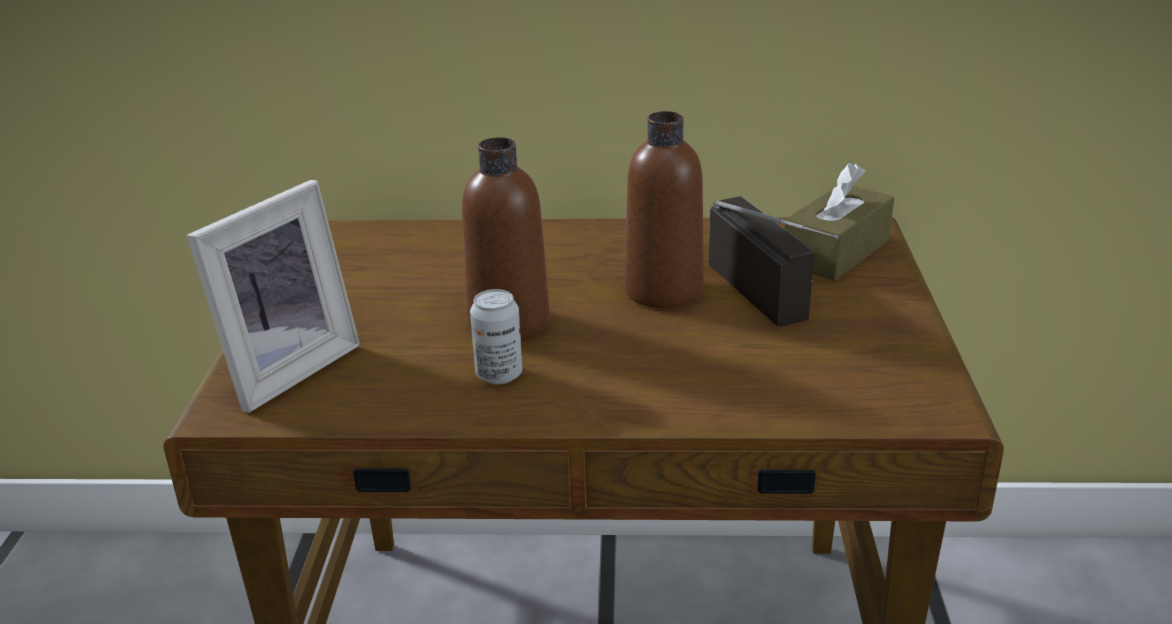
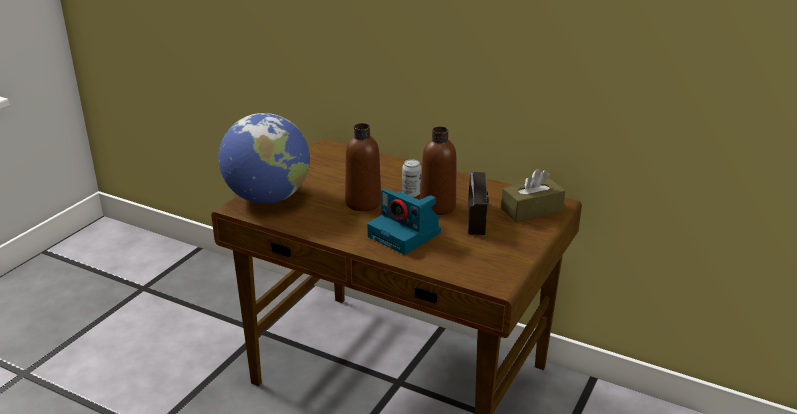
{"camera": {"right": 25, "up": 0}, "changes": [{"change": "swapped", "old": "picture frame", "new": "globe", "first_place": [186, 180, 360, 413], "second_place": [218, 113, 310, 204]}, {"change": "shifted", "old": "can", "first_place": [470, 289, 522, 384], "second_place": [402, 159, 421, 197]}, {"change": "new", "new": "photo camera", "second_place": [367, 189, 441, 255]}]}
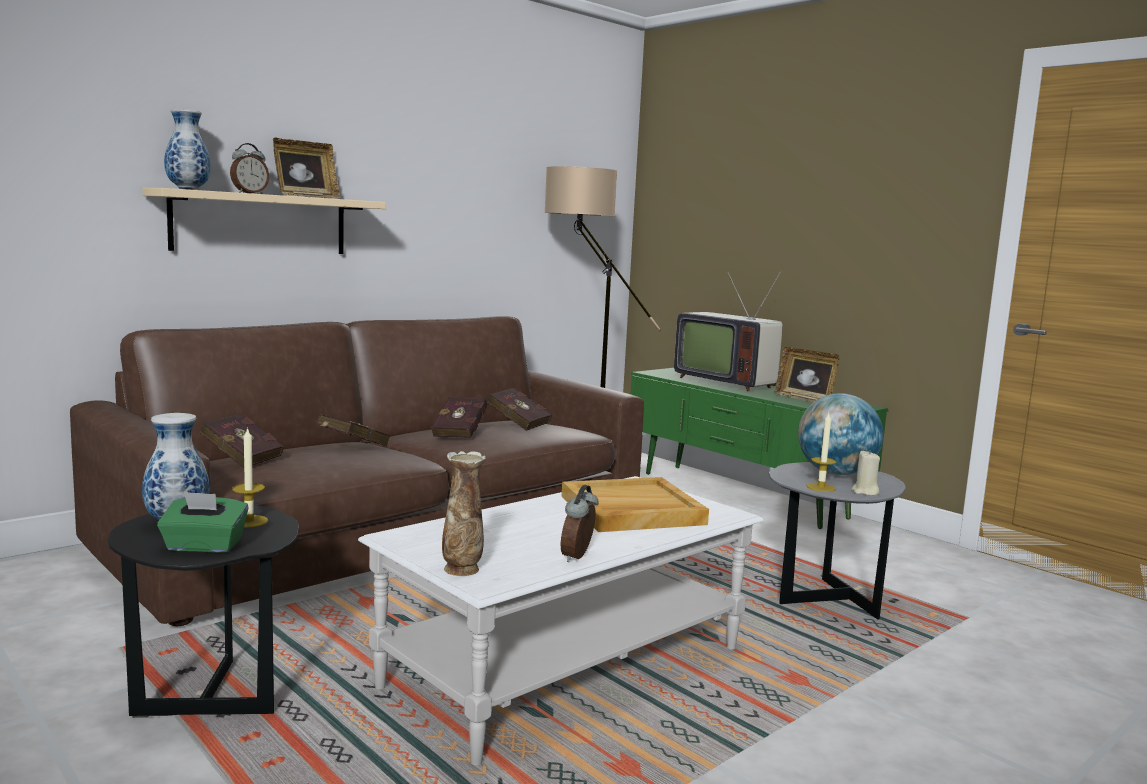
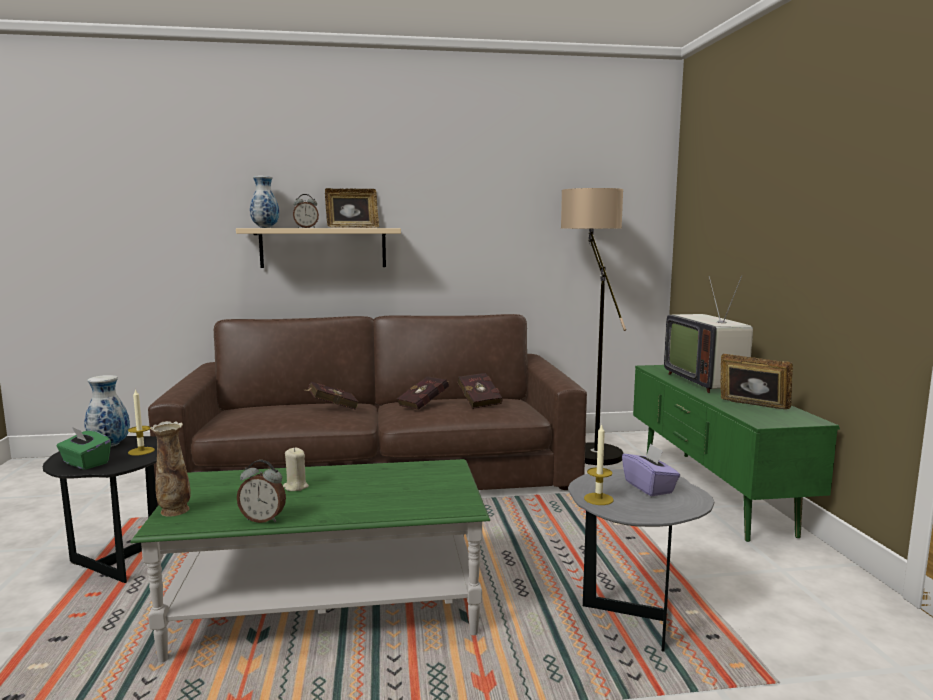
{"camera": {"right": 35, "up": 0}, "changes": [{"change": "gone", "old": "book (red)", "first_place": [200, 413, 283, 468]}, {"change": "repainted", "old": "coffee table (white)", "new": "coffee table (green)", "first_place": [358, 476, 764, 766], "second_place": [130, 459, 490, 662]}, {"change": "rotated", "old": "alarm clock", "first_place": [560, 485, 599, 562], "second_place": [237, 460, 286, 523], "degrees": -135}, {"change": "gone", "old": "tray (beige)", "first_place": [562, 477, 709, 532]}, {"change": "rotated", "old": "picture frame", "first_place": [775, 347, 839, 403], "second_place": [721, 354, 793, 409], "degrees": 135}, {"change": "swapped", "old": "globe", "new": "tissue box (purple)", "first_place": [798, 393, 883, 475], "second_place": [622, 444, 680, 496]}, {"change": "shifted", "old": "candle (beige)", "first_place": [851, 450, 880, 496], "second_place": [283, 448, 309, 491]}]}
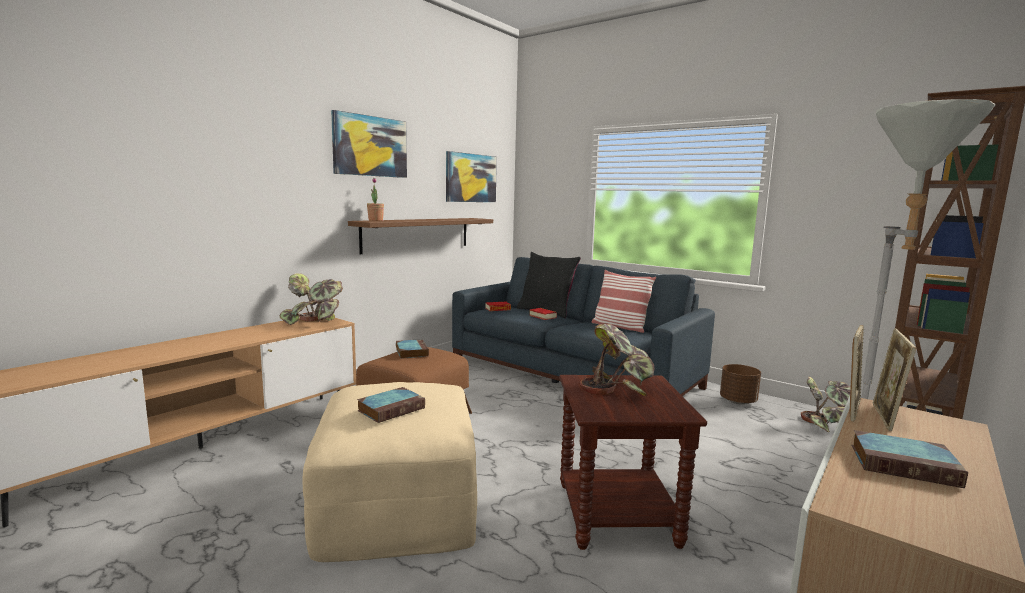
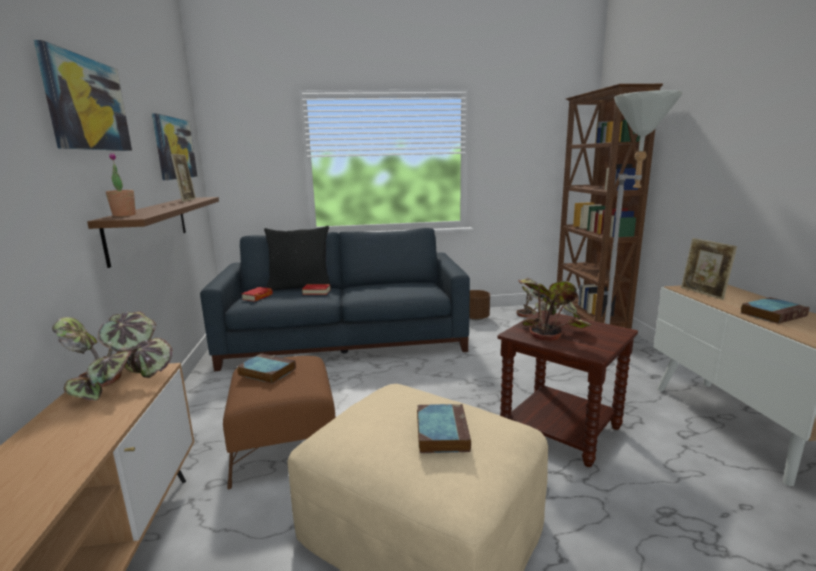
{"camera": {"right": -45, "up": 5}, "changes": [{"change": "gone", "old": "pillow", "first_place": [591, 270, 656, 333]}, {"change": "shifted", "old": "picture frame", "first_place": [850, 325, 865, 422], "second_place": [171, 154, 196, 202]}]}
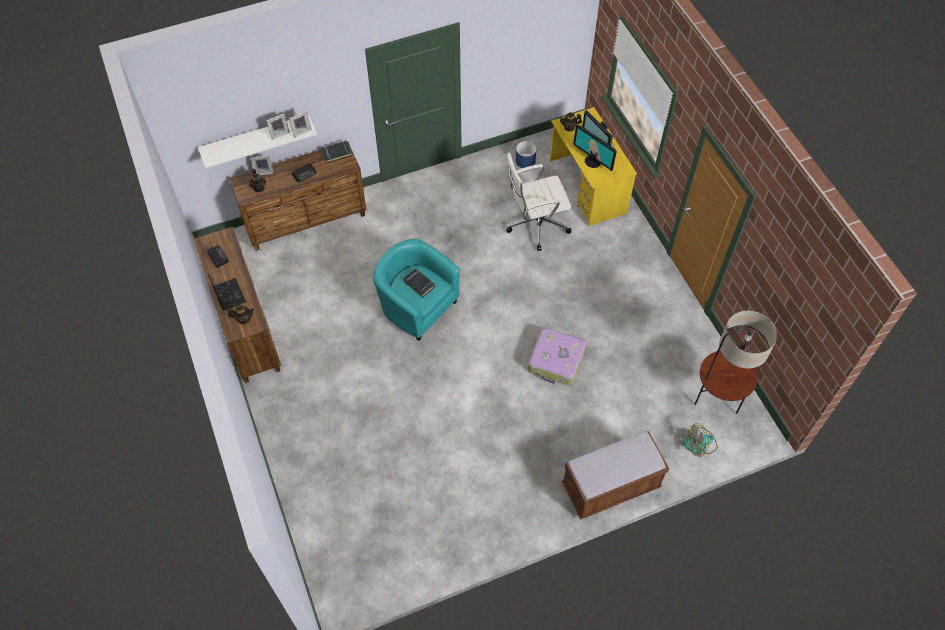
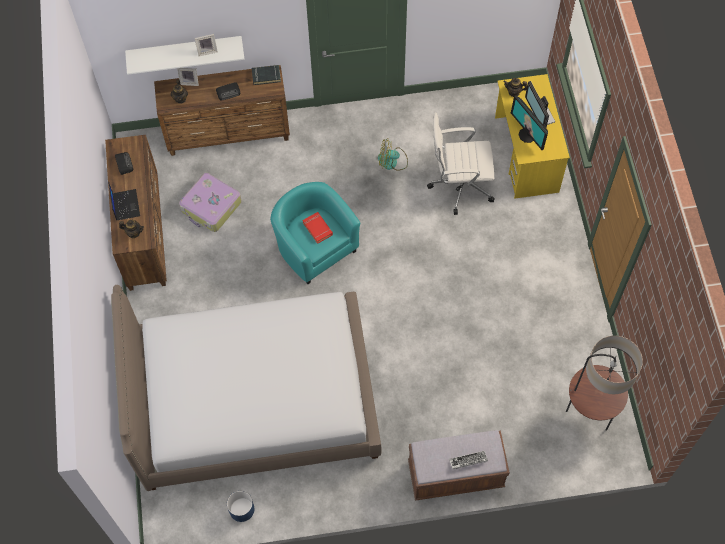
{"camera": {"right": 15, "up": 5}, "changes": [{"change": "gone", "old": "picture frame", "first_place": [289, 111, 312, 138]}, {"change": "repainted", "old": "book (black)", "new": "book (red)", "first_place": [403, 268, 435, 297], "second_place": [302, 212, 333, 244]}, {"change": "shifted", "old": "planter (blue)", "first_place": [515, 141, 537, 168], "second_place": [227, 491, 254, 522]}, {"change": "shifted", "old": "suitcase", "first_place": [528, 328, 586, 385], "second_place": [179, 173, 242, 232]}, {"change": "shifted", "old": "fan", "first_place": [683, 423, 717, 457], "second_place": [378, 138, 408, 171]}, {"change": "new", "new": "bed", "second_place": [111, 285, 381, 491]}, {"change": "new", "new": "keyboard", "second_place": [449, 451, 488, 469]}]}
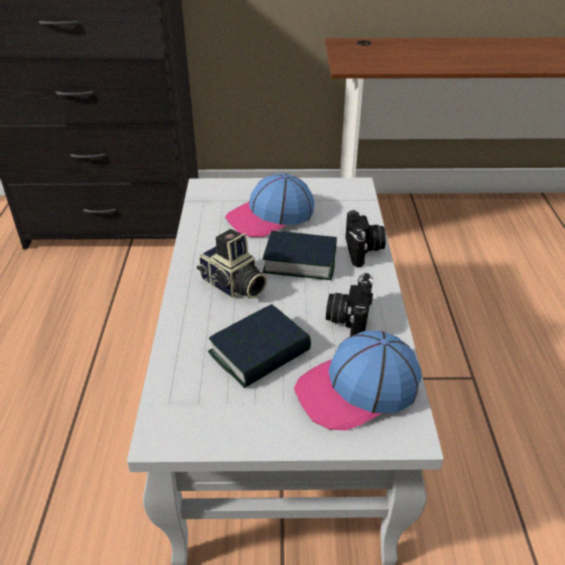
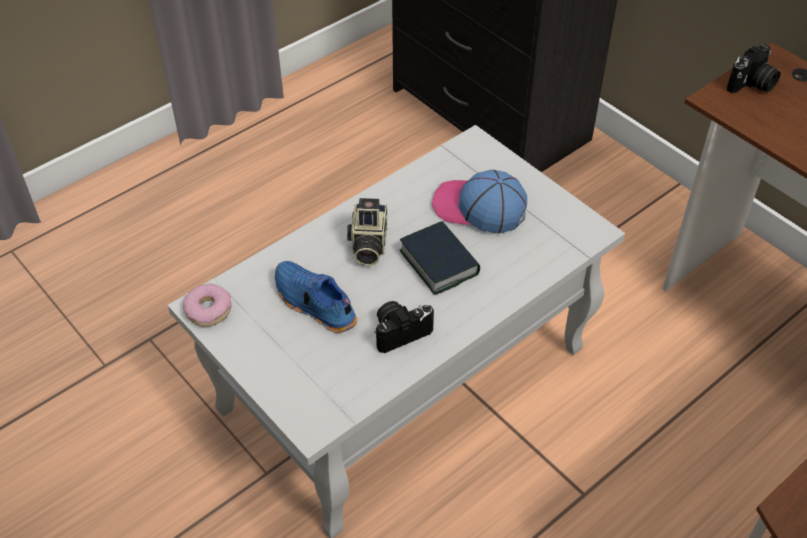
{"camera": {"right": 50, "up": 10}, "changes": [{"change": "swapped", "old": "book", "new": "shoe (blue)", "first_place": [208, 304, 311, 388], "second_place": [275, 261, 357, 333]}, {"change": "gone", "old": "cap", "first_place": [294, 331, 422, 431]}, {"change": "shifted", "old": "photo camera", "first_place": [345, 210, 386, 267], "second_place": [727, 44, 780, 93]}, {"change": "new", "new": "donut", "second_place": [183, 284, 231, 327]}]}
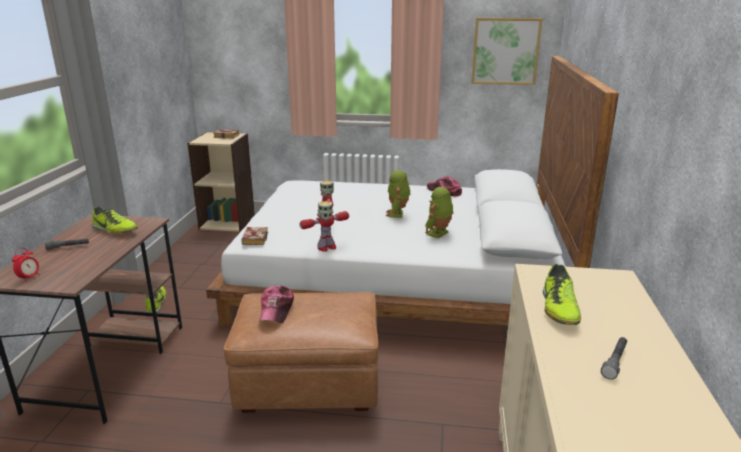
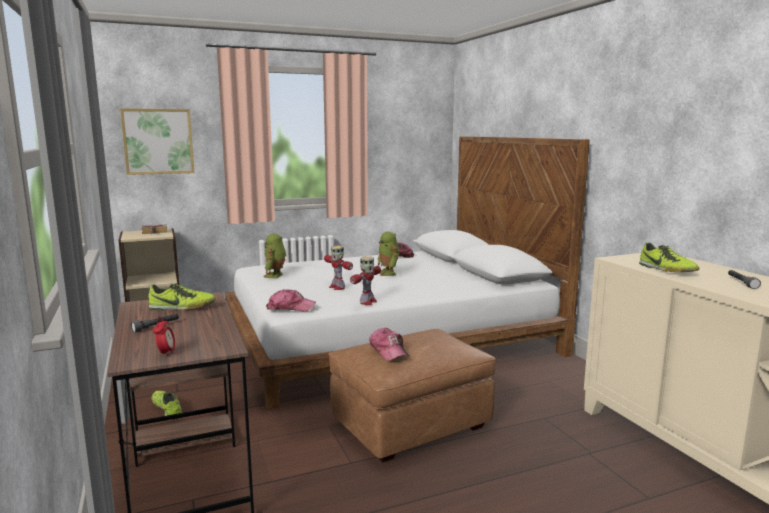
{"camera": {"right": -30, "up": -10}, "changes": [{"change": "swapped", "old": "book", "new": "cap", "first_place": [241, 227, 268, 245], "second_place": [266, 289, 316, 311]}, {"change": "shifted", "old": "toy robot", "first_place": [425, 187, 453, 238], "second_place": [263, 234, 286, 278]}, {"change": "shifted", "old": "picture", "first_place": [471, 18, 543, 85], "second_place": [120, 108, 194, 175]}]}
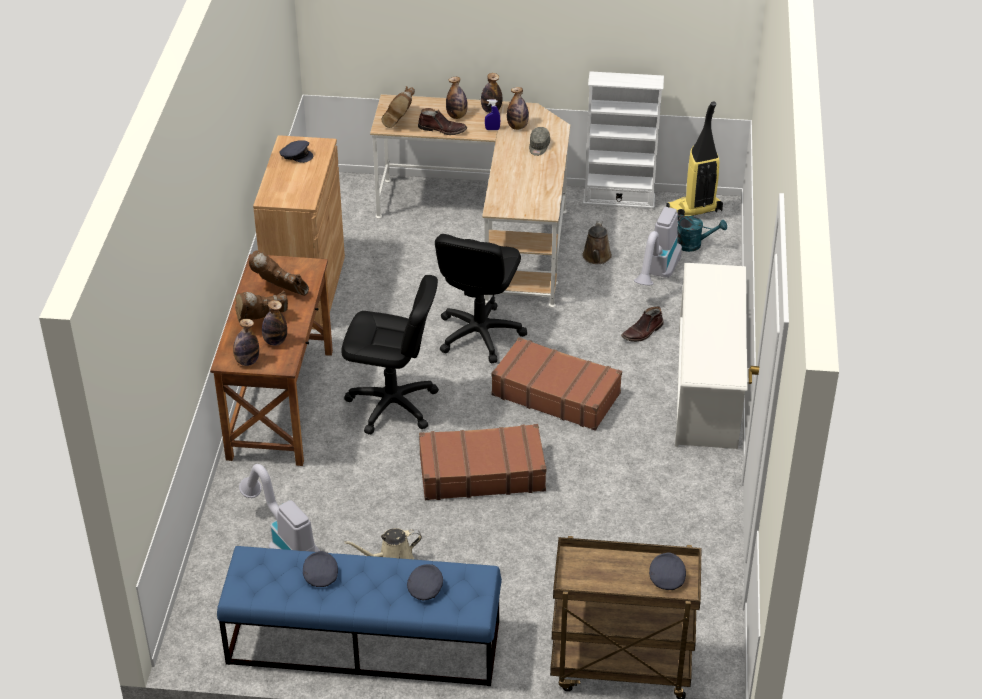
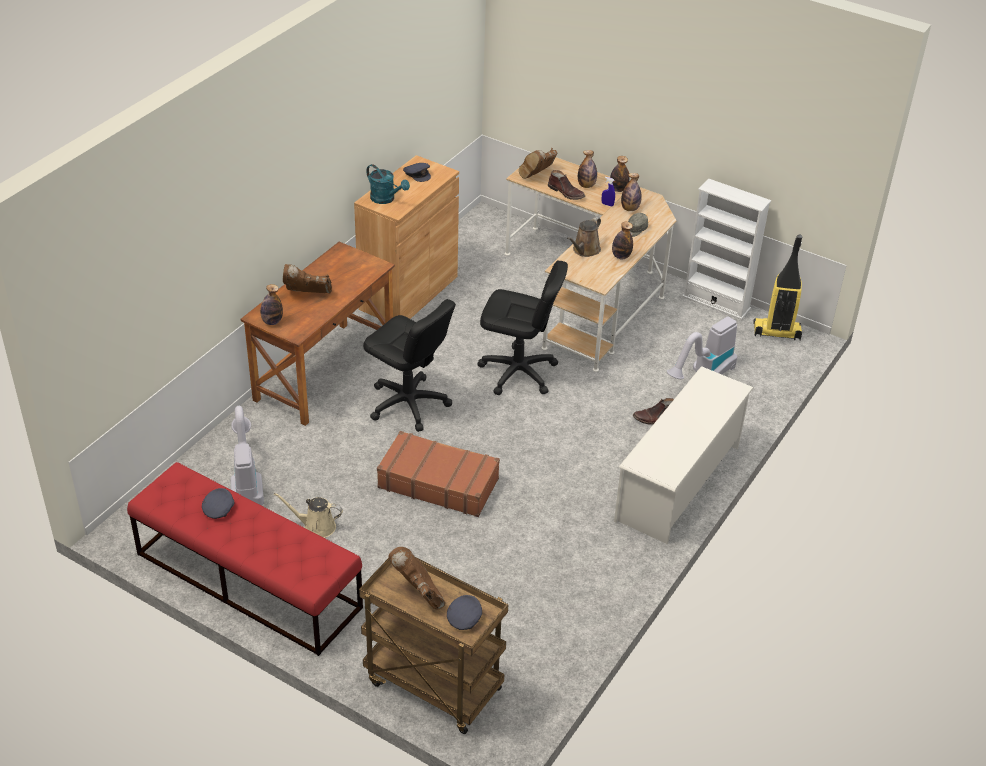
{"camera": {"right": 25, "up": 0}, "changes": [{"change": "repainted", "old": "bench (blue)", "new": "bench (red)", "first_place": [217, 546, 502, 686], "second_place": [127, 462, 363, 656]}, {"change": "shifted", "old": "boot (brown)", "first_place": [249, 251, 309, 296], "second_place": [388, 547, 445, 610]}, {"change": "shifted", "old": "bottle", "first_place": [262, 300, 287, 346], "second_place": [612, 222, 633, 260]}, {"change": "gone", "old": "cap (grey)", "first_place": [407, 564, 443, 600]}, {"change": "rotated", "old": "office chair (black)", "first_place": [435, 234, 527, 364], "second_place": [477, 261, 568, 395], "degrees": -120}, {"change": "gone", "old": "suitcase (brown)", "first_place": [491, 337, 622, 431]}, {"change": "shifted", "old": "watering can (brown)", "first_place": [582, 220, 612, 264], "second_place": [567, 217, 601, 257]}, {"change": "shifted", "old": "watering can (turquoise)", "first_place": [677, 214, 727, 252], "second_place": [366, 164, 410, 204]}]}
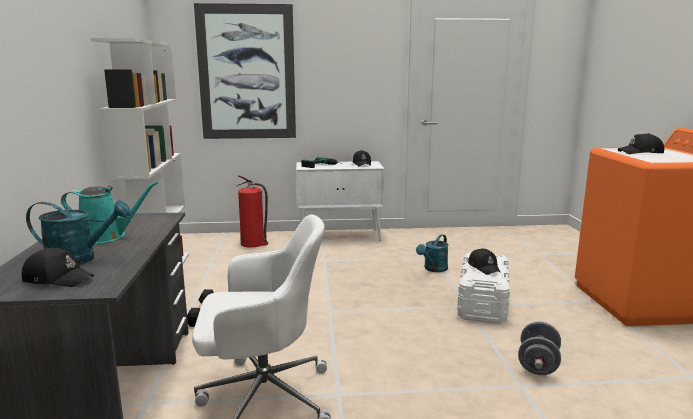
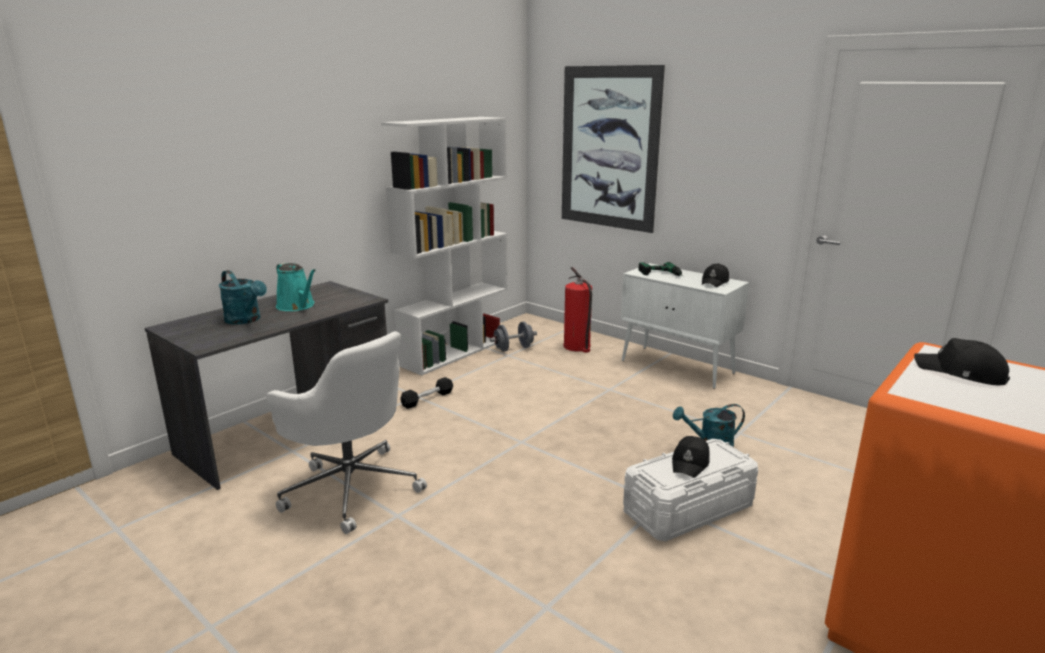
{"camera": {"right": 45, "up": 5}, "changes": [{"change": "gone", "old": "cap (black)", "first_place": [22, 248, 94, 287]}, {"change": "shifted", "old": "dumbbell (grey)", "first_place": [518, 321, 561, 375], "second_place": [490, 322, 537, 352]}]}
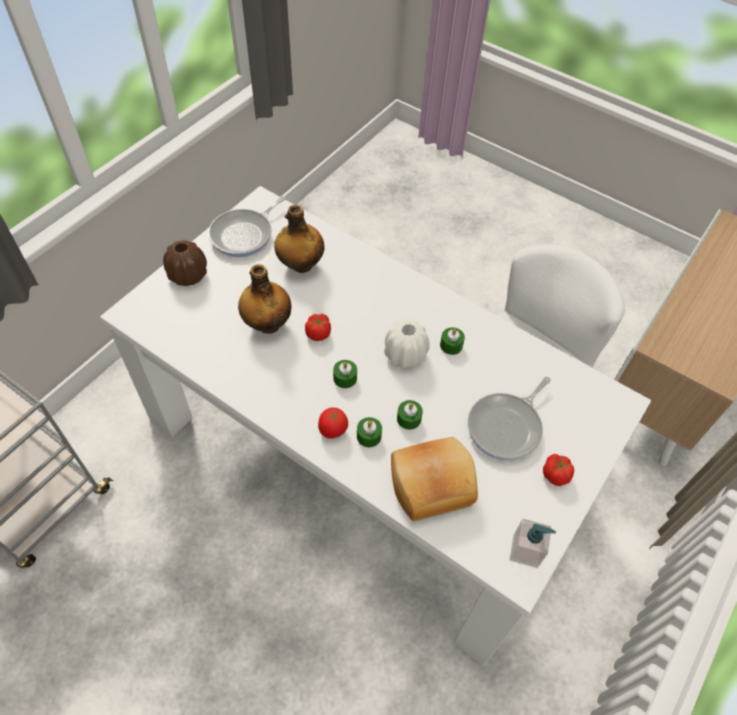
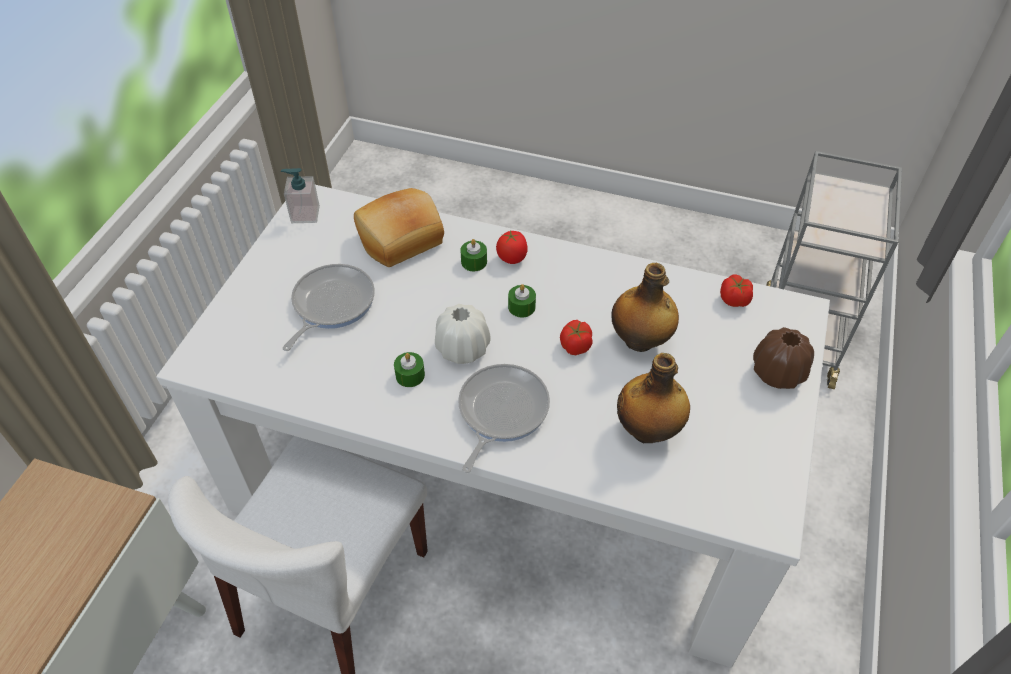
{"camera": {"right": 165, "up": -5}, "changes": [{"change": "shifted", "old": "frying pan", "first_place": [208, 196, 286, 257], "second_place": [458, 364, 550, 473]}, {"change": "gone", "old": "candle (green)", "first_place": [397, 400, 423, 430]}, {"change": "shifted", "old": "tomato", "first_place": [543, 454, 574, 486], "second_place": [720, 274, 753, 307]}]}
